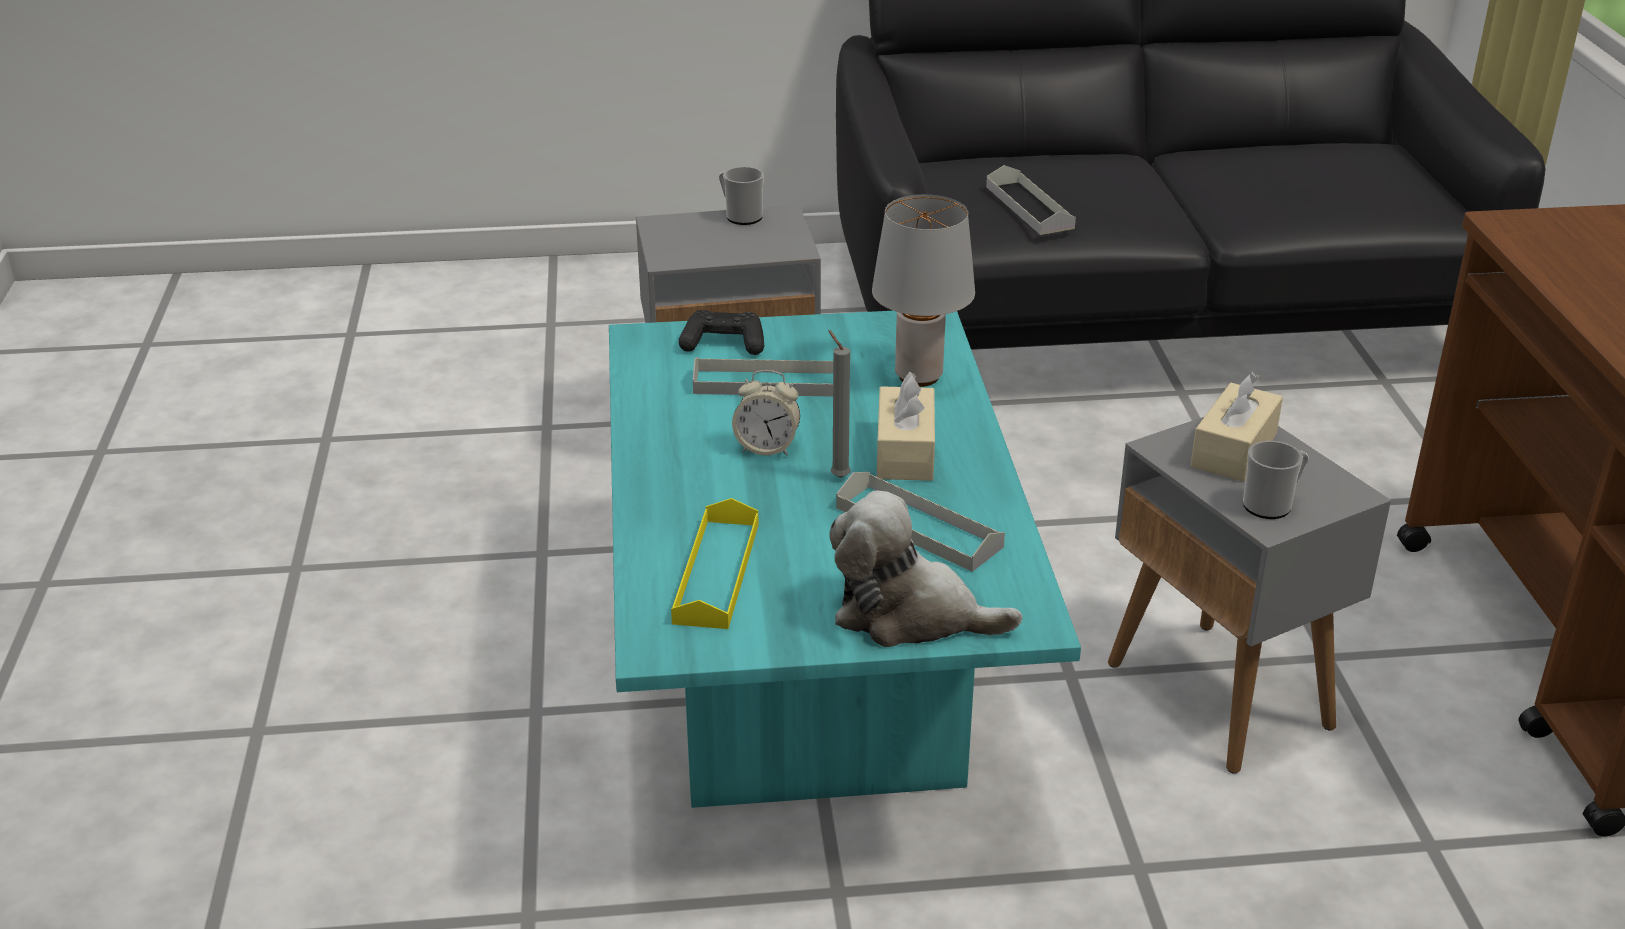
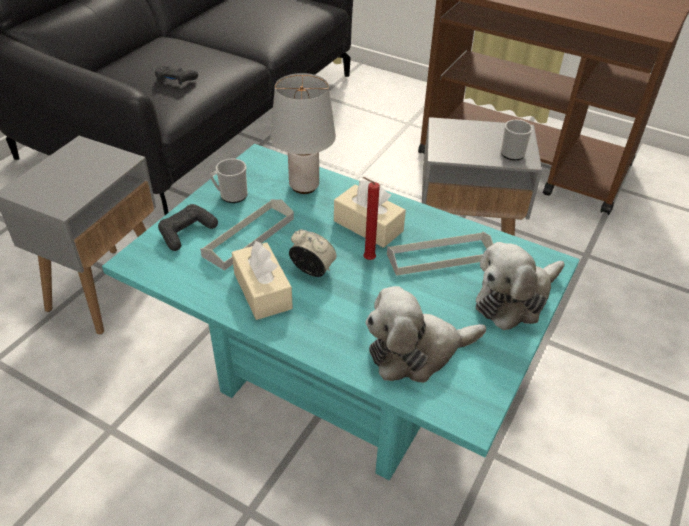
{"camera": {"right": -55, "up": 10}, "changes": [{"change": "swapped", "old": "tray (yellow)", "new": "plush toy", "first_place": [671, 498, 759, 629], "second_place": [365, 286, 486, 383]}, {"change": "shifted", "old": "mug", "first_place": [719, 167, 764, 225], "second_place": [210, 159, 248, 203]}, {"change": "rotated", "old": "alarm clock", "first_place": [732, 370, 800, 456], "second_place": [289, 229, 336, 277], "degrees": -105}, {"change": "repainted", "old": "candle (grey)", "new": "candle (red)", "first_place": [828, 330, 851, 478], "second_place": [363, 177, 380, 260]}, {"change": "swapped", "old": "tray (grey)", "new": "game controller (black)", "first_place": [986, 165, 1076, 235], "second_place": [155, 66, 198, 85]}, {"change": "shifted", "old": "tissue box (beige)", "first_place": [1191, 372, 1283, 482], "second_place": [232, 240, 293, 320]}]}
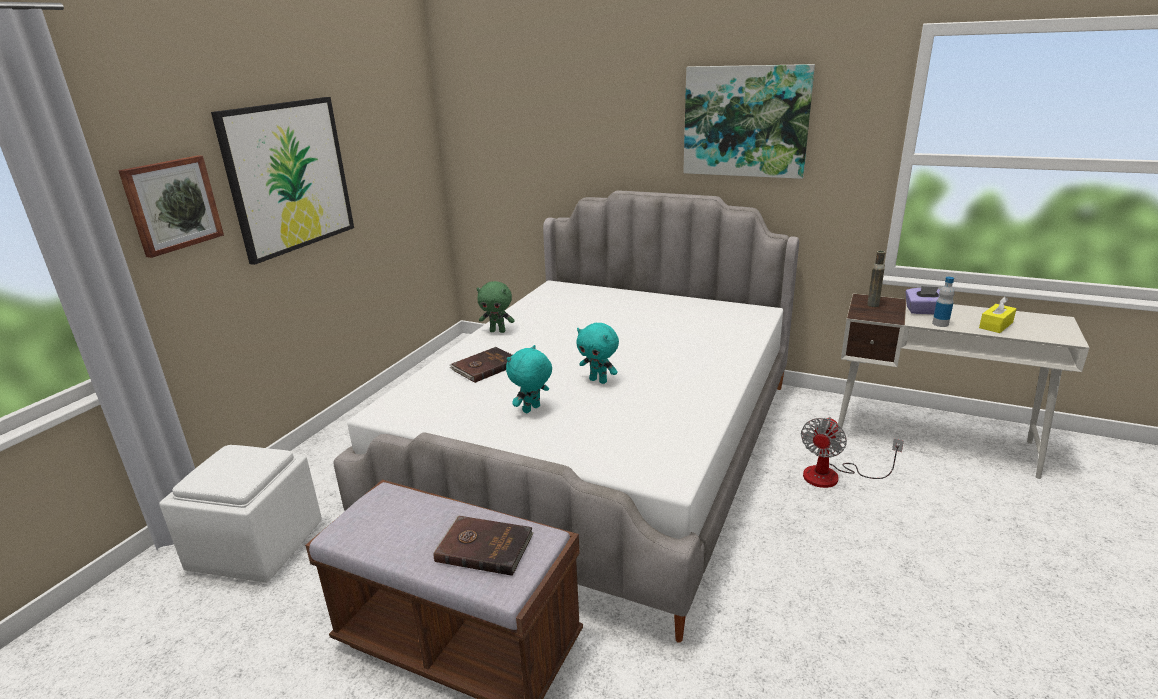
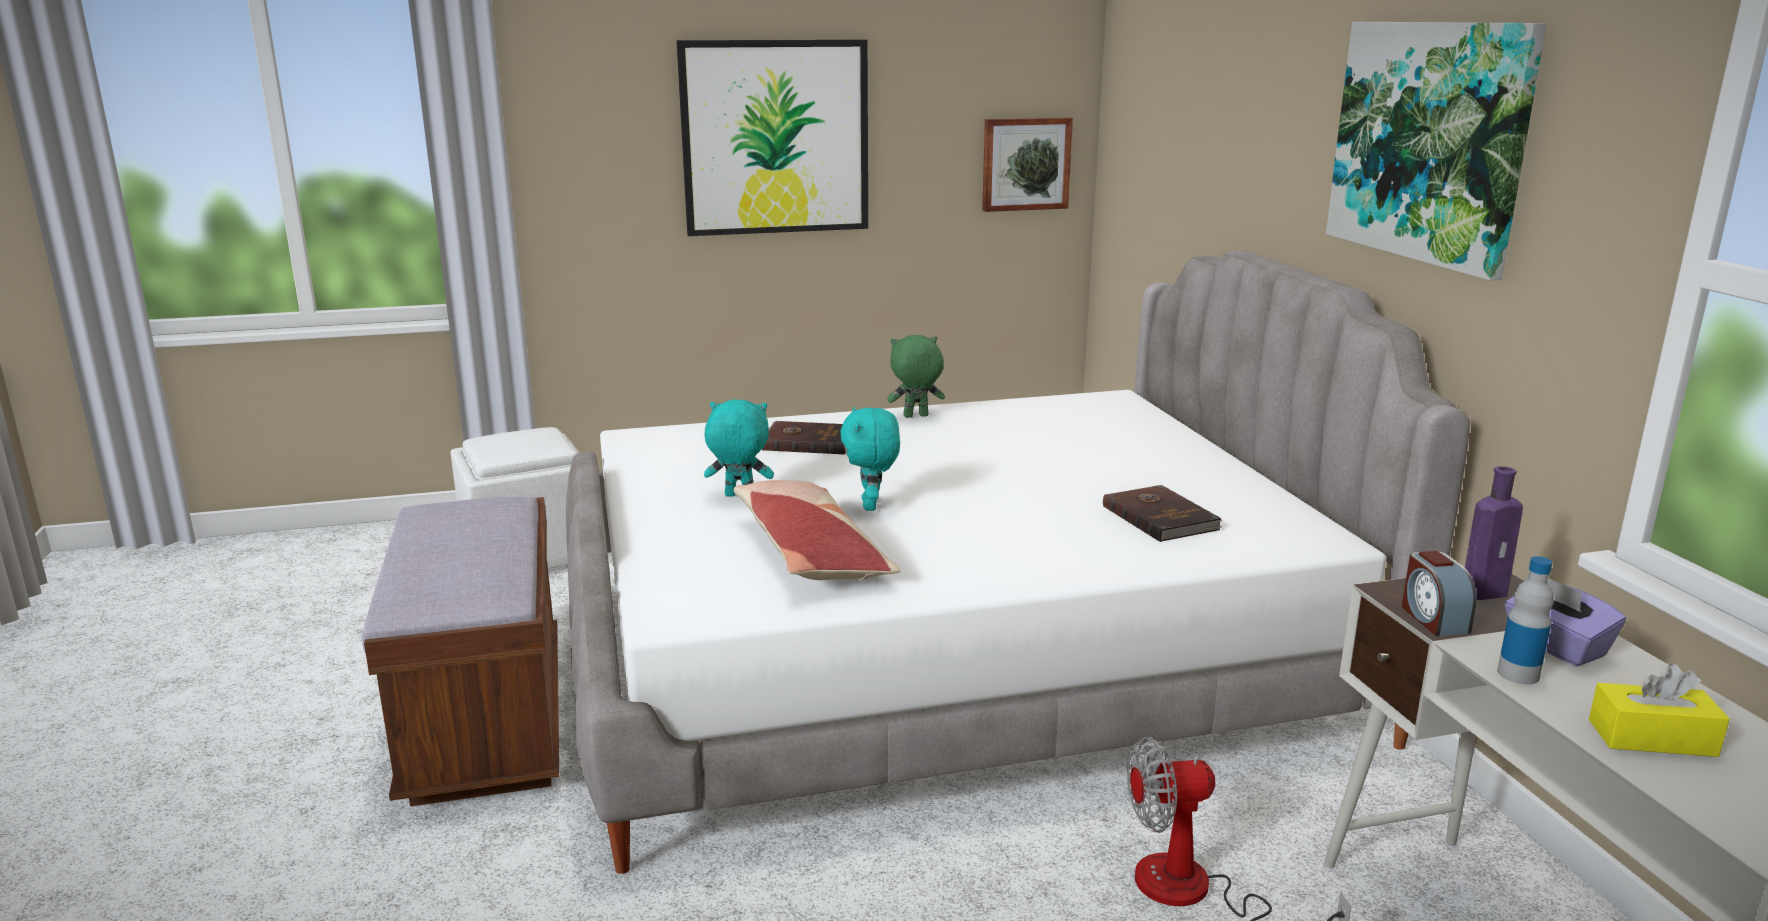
{"camera": {"right": 50, "up": -5}, "changes": [{"change": "shifted", "old": "picture", "first_place": [118, 155, 224, 258], "second_place": [982, 117, 1073, 212]}, {"change": "shifted", "old": "book (brown)", "first_place": [433, 515, 534, 576], "second_place": [1103, 485, 1222, 542]}, {"change": "rotated", "old": "plush toy (green)", "first_place": [476, 281, 515, 333], "second_place": [887, 335, 945, 418], "degrees": 105}, {"change": "repainted", "old": "bottle (brown)", "new": "bottle (purple)", "first_place": [867, 251, 886, 307], "second_place": [1465, 466, 1523, 600]}, {"change": "new", "new": "pillow", "second_place": [734, 480, 900, 580]}, {"change": "new", "new": "alarm clock", "second_place": [1402, 551, 1477, 636]}]}
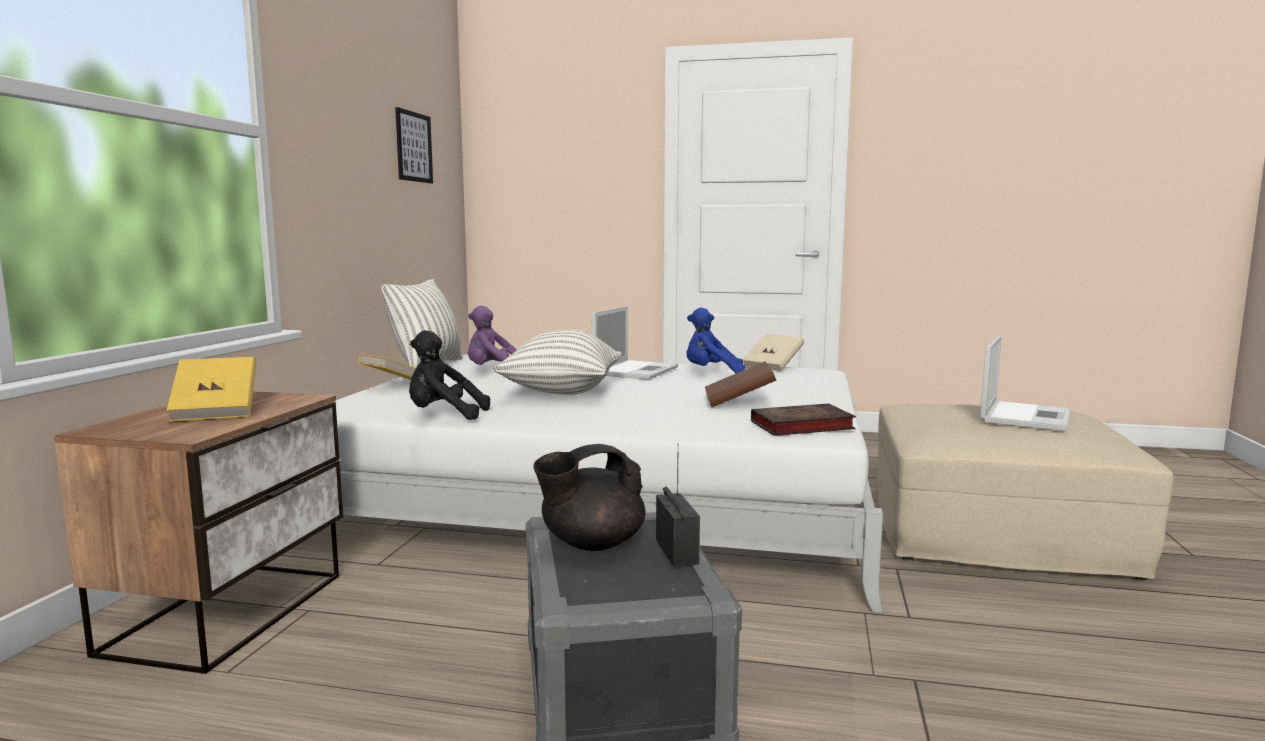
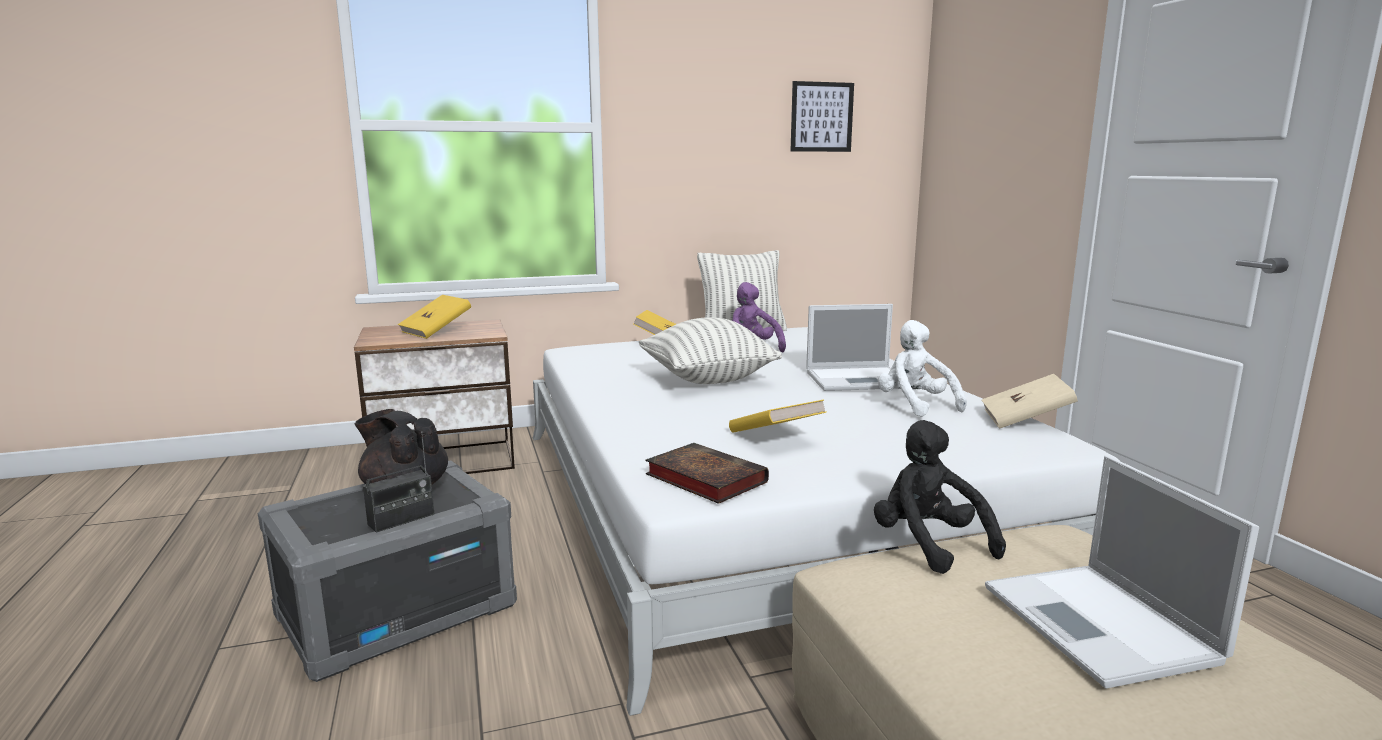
{"camera": {"right": 60, "up": 5}, "changes": [{"change": "shifted", "old": "plush toy (black)", "first_place": [409, 330, 490, 420], "second_place": [874, 420, 1006, 574]}, {"change": "repainted", "old": "plush toy (blue)", "new": "plush toy (white)", "first_place": [686, 307, 745, 374], "second_place": [878, 320, 967, 417]}, {"change": "repainted", "old": "book (brown)", "new": "book (yellow)", "first_place": [705, 361, 776, 407], "second_place": [729, 399, 827, 433]}, {"change": "rotated", "old": "laptop", "first_place": [980, 336, 1071, 431], "second_place": [985, 455, 1259, 689], "degrees": 75}]}
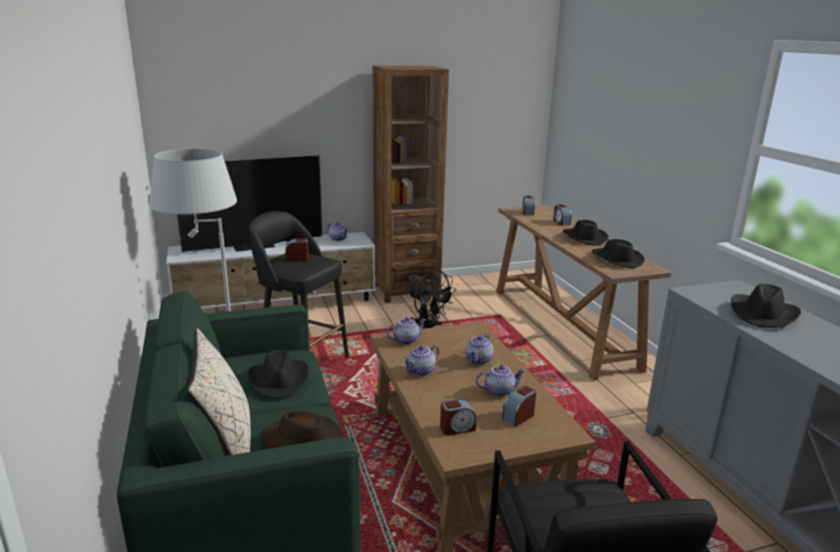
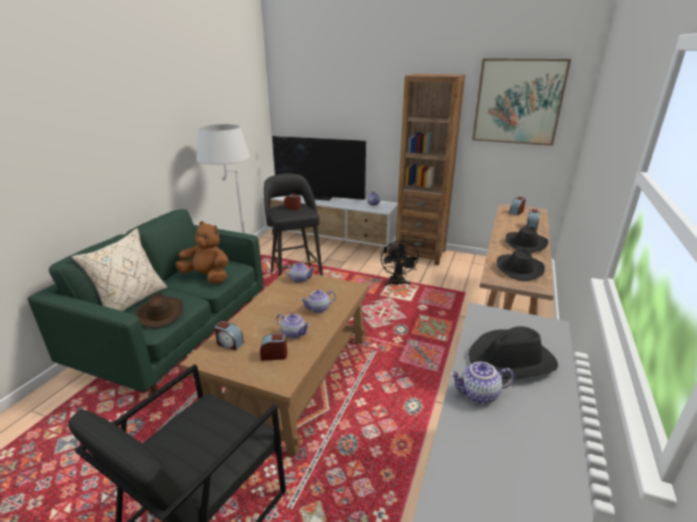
{"camera": {"right": 40, "up": 5}, "changes": [{"change": "swapped", "old": "hat (black)", "new": "plush toy (brown)", "first_place": [248, 350, 309, 399], "second_place": [175, 221, 228, 284]}, {"change": "shifted", "old": "teapot", "first_place": [403, 345, 439, 376], "second_place": [450, 362, 514, 404]}, {"change": "new", "new": "picture", "second_place": [472, 58, 571, 146]}]}
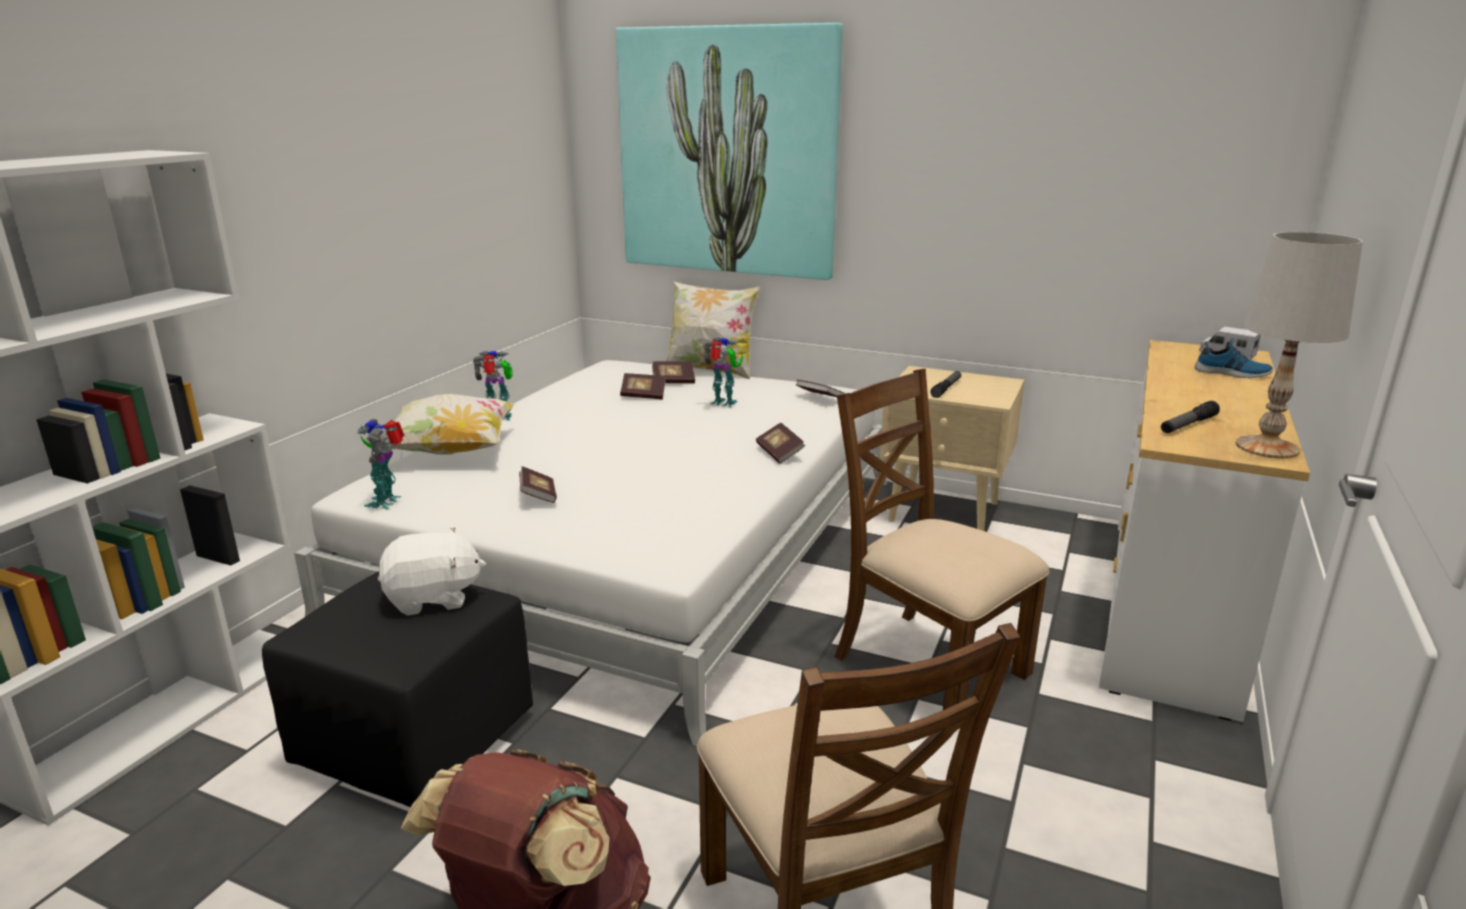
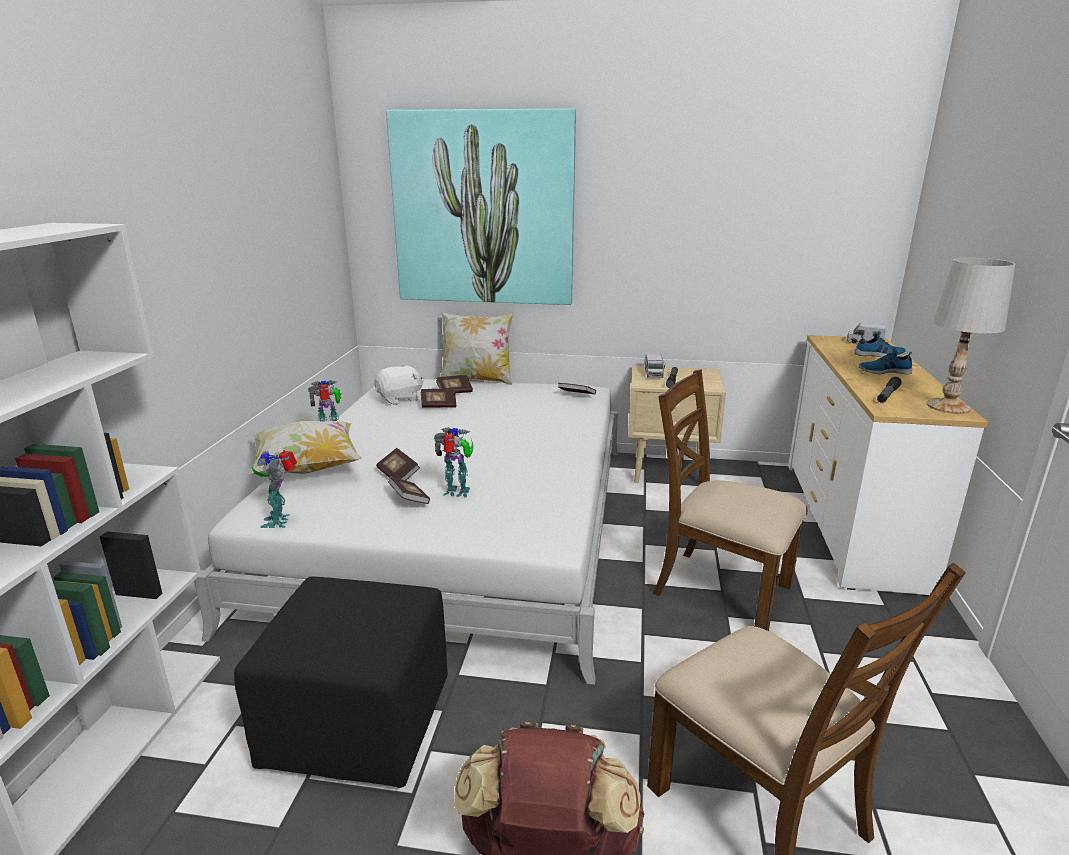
{"camera": {"right": -15, "up": 0}, "changes": [{"change": "shifted", "old": "plush toy (white)", "first_place": [378, 526, 486, 615], "second_place": [374, 365, 424, 405]}, {"change": "shifted", "old": "toy robot", "first_place": [703, 337, 743, 407], "second_place": [434, 427, 473, 498]}, {"change": "shifted", "old": "book", "first_place": [756, 423, 805, 464], "second_place": [376, 448, 420, 481]}, {"change": "new", "new": "toy truck", "second_place": [645, 354, 665, 378]}, {"change": "new", "new": "shoe", "second_place": [858, 346, 912, 374]}]}
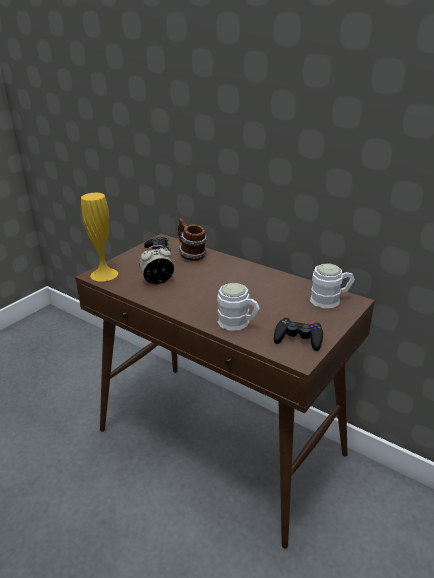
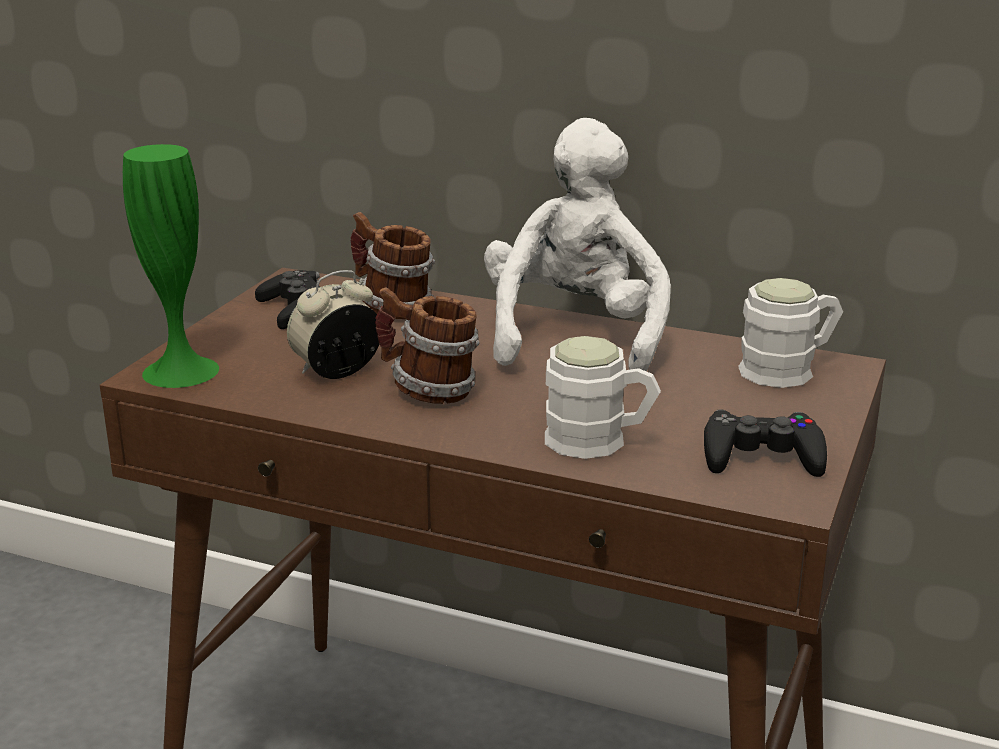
{"camera": {"right": -15, "up": -5}, "changes": [{"change": "repainted", "old": "vase (yellow)", "new": "vase (green)", "first_place": [81, 193, 118, 281], "second_place": [123, 144, 219, 388]}, {"change": "new", "new": "mug", "second_place": [375, 287, 479, 404]}, {"change": "new", "new": "plush toy (white)", "second_place": [484, 118, 671, 372]}]}
